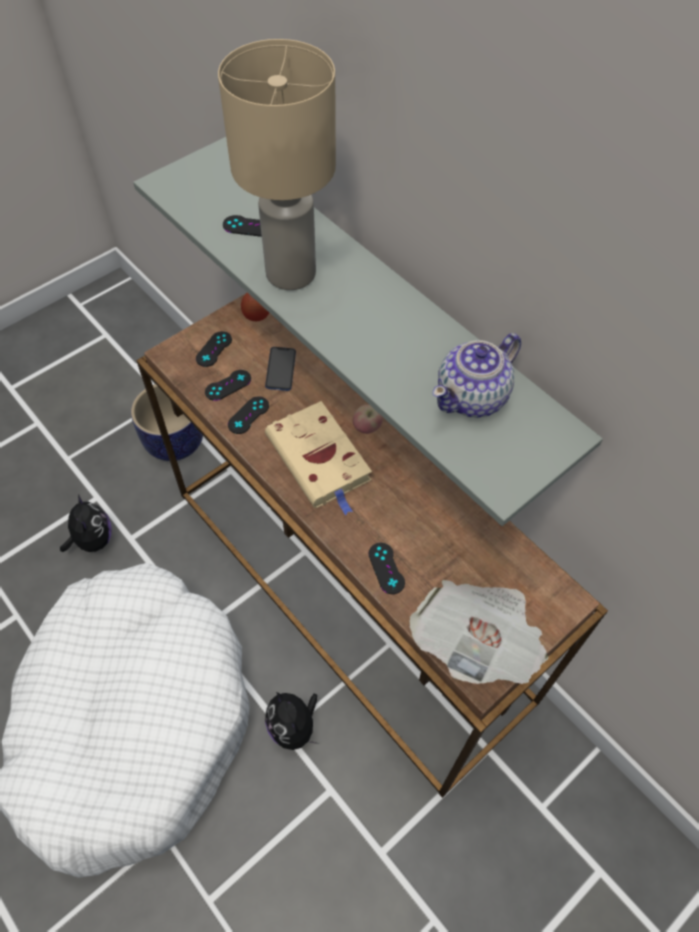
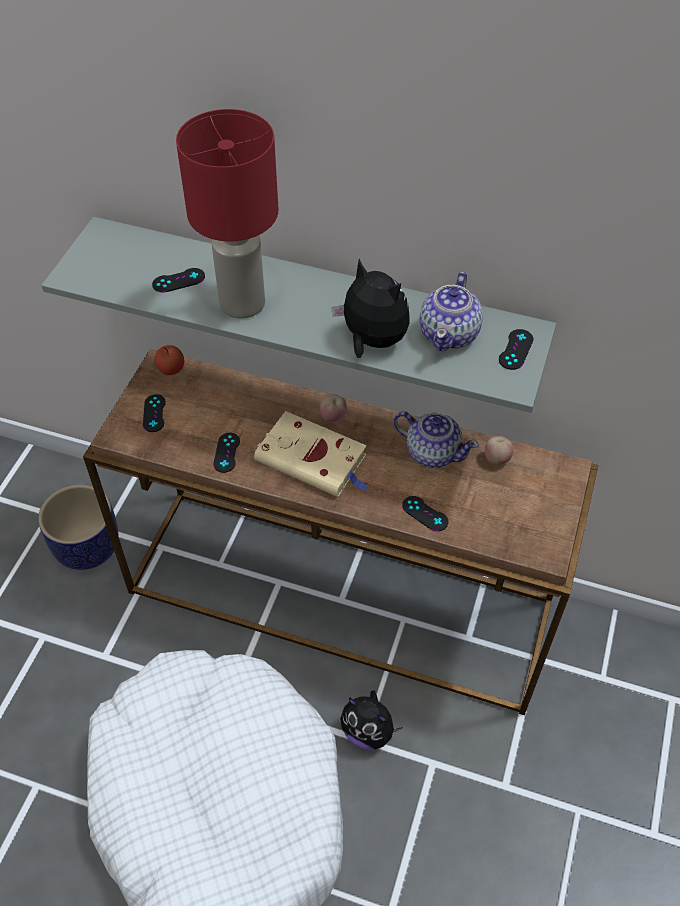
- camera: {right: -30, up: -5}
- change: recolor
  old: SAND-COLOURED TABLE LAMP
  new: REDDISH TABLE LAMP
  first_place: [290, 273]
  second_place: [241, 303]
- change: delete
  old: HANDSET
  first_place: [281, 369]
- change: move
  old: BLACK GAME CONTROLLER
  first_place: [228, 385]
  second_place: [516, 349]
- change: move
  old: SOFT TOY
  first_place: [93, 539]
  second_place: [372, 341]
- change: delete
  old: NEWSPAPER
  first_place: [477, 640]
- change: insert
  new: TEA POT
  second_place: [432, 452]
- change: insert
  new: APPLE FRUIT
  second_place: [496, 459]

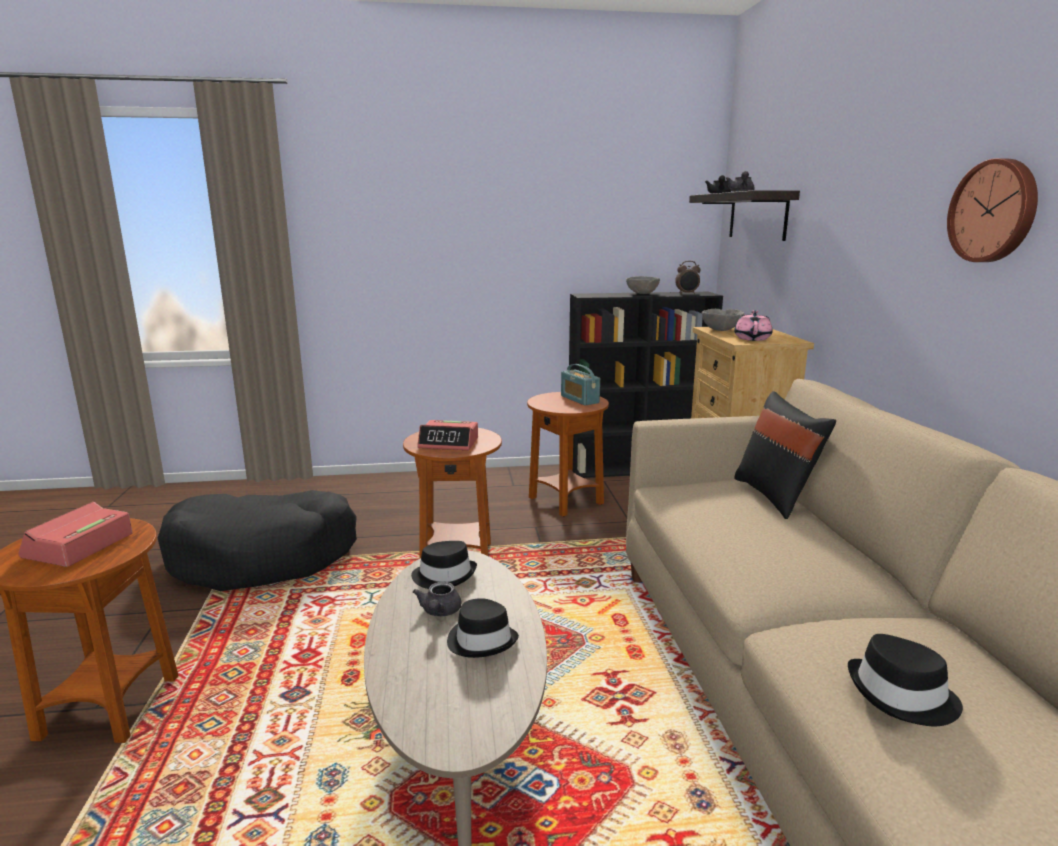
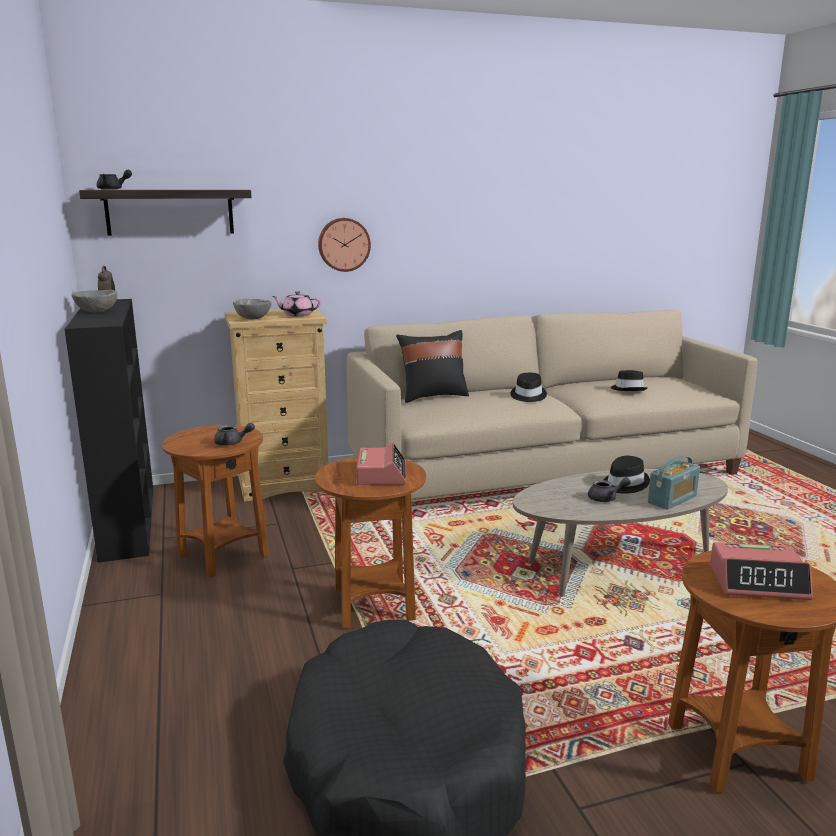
- camera: {right: -100, up: 0}
- change: move
  old: WALL CLOCK
  first_place: [994, 211]
  second_place: [343, 244]
- change: move
  old: GRAY TEA POT
  first_place: [741, 192]
  second_place: [232, 443]
- change: move
  old: RADIO
  first_place: [579, 399]
  second_place: [672, 499]
- change: move
  old: BLACK HAT
  first_place: [444, 575]
  second_place: [528, 396]

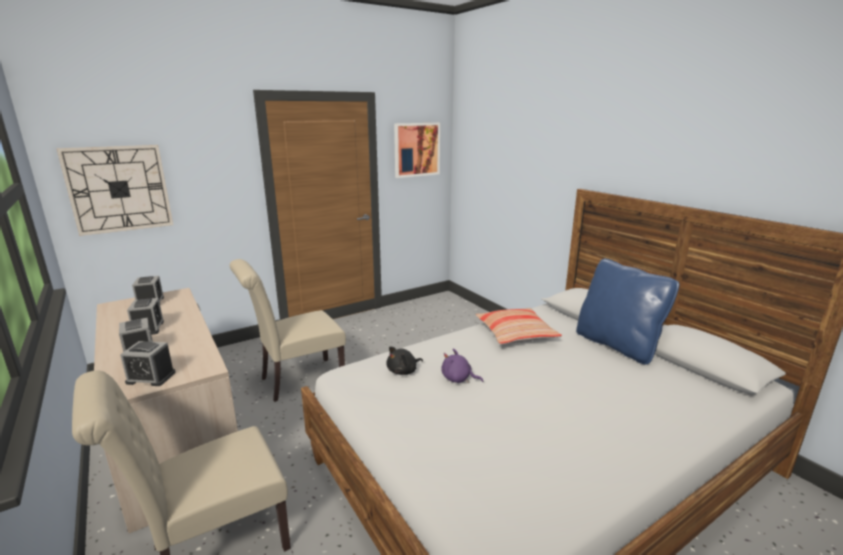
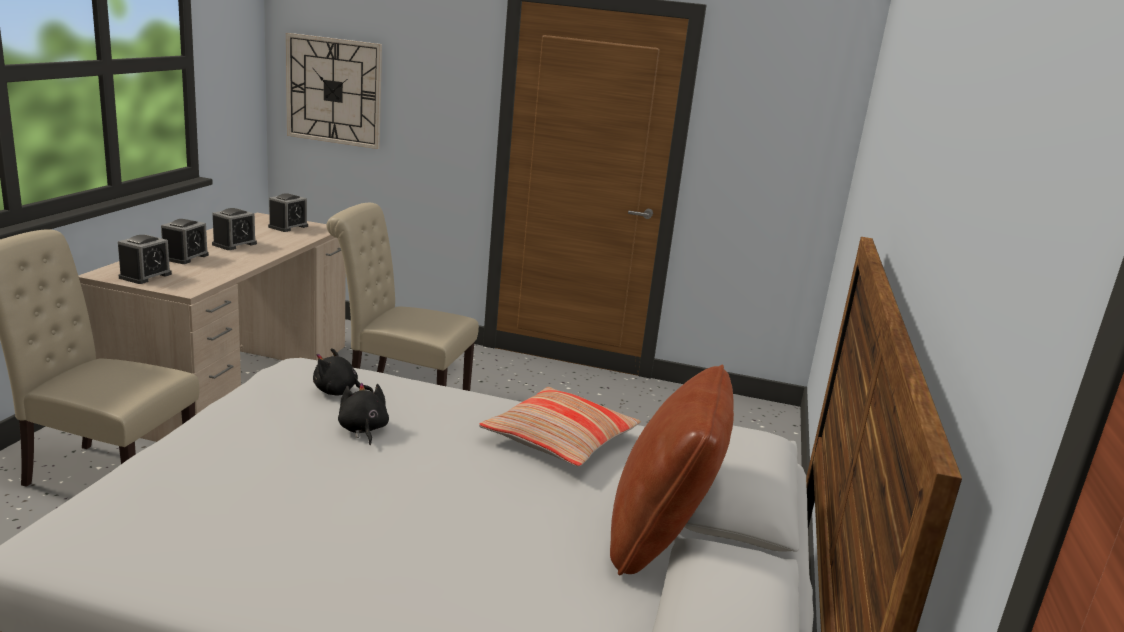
- camera: {right: 45, up: 0}
- change: delete
  old: WALL ART
  first_place: [416, 149]
- change: recolor
  old: BLUE-COLOURED THROW PILLOW
  new: BROWN THROW PILLOW
  first_place: [617, 345]
  second_place: [660, 537]
- change: rotate
  old: BEDSIDE CLOCK
  first_place: [151, 377]
  second_place: [145, 276]
  degrees: -120
- change: recolor
  old: PURPLE SOFT TOY
  new: BLACK SOFT TOY
  first_place: [458, 379]
  second_place: [363, 430]

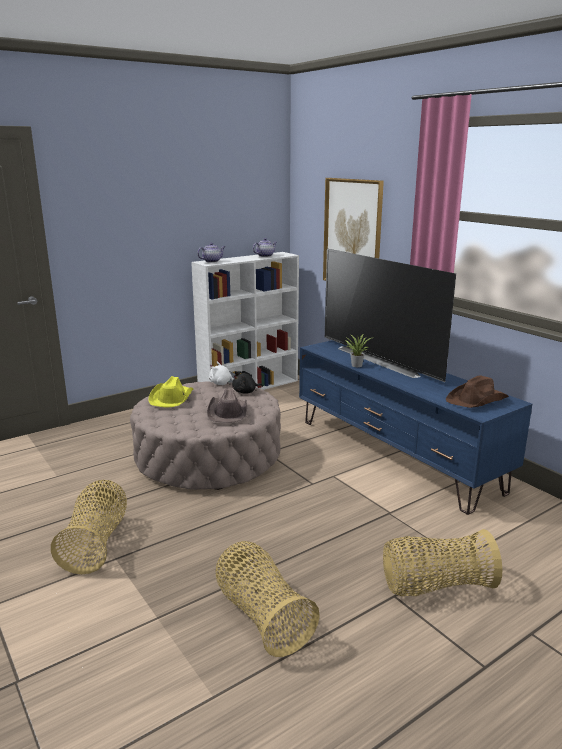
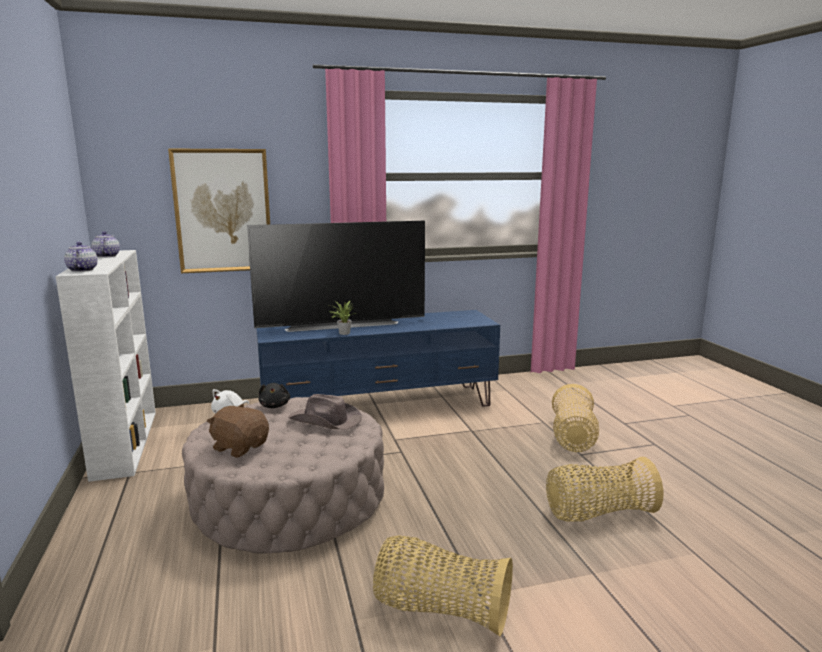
- camera: {right: -70, up: -5}
- change: delete
  old: BROWN HAT
  first_place: [477, 399]
- change: replace
  old: YELLOW-COLOURED HAT
  new: BROWN SOFT TOY
  first_place: [171, 398]
  second_place: [240, 447]

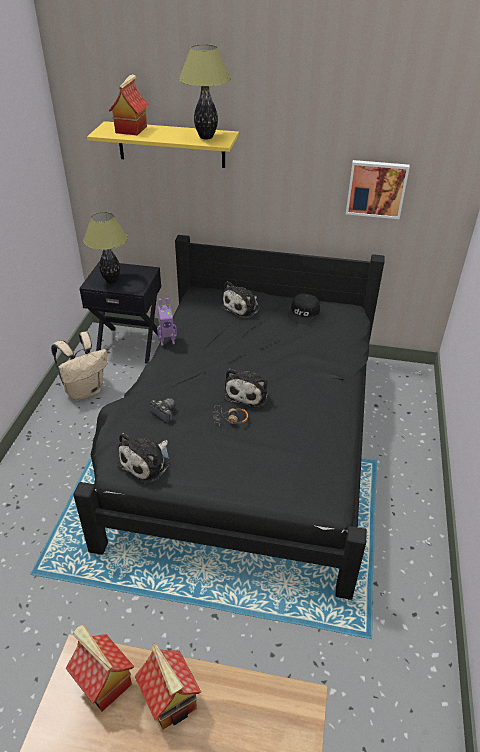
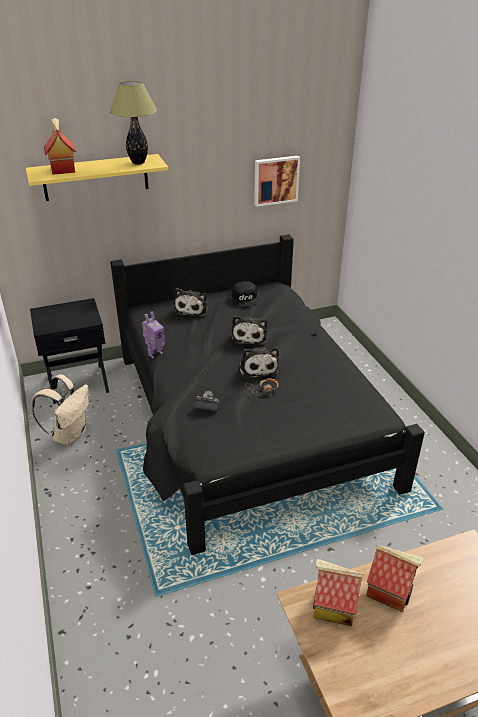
- camera: {right: -30, up: -5}
- change: delete
  old: TABLE LAMP
  first_place: [111, 281]
- change: move
  old: SOFT TOY
  first_place: [147, 462]
  second_place: [249, 336]

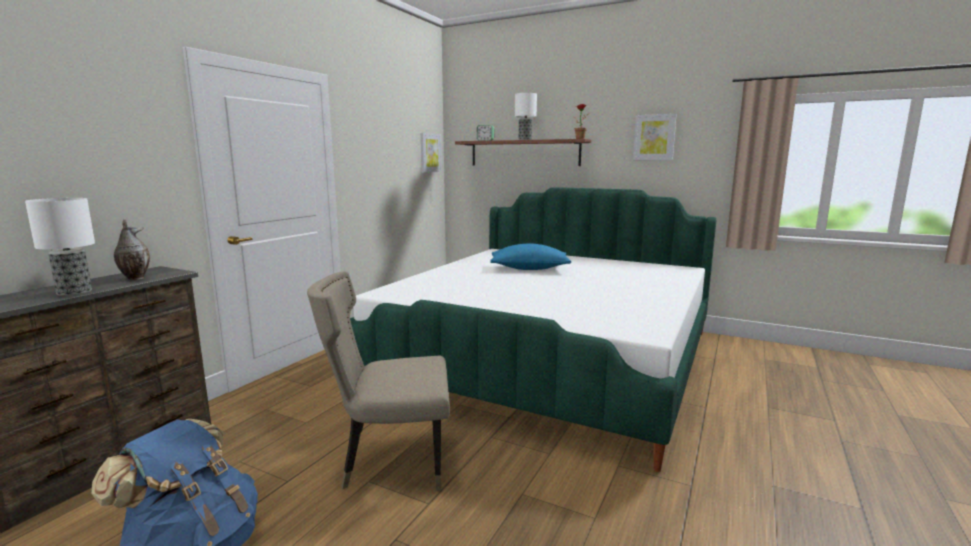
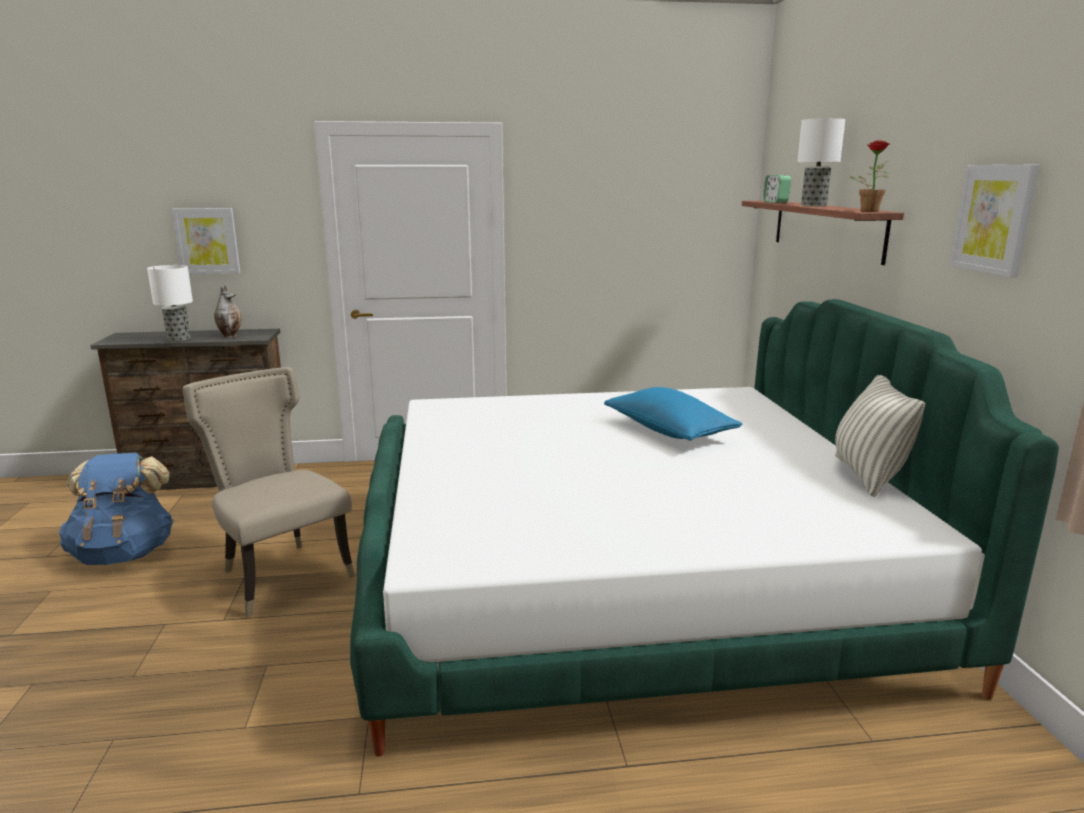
- camera: {right: 55, up: 5}
- change: move
  old: WALL ART
  first_place: [430, 153]
  second_place: [207, 241]
- change: insert
  new: THROW PILLOW
  second_place: [867, 476]

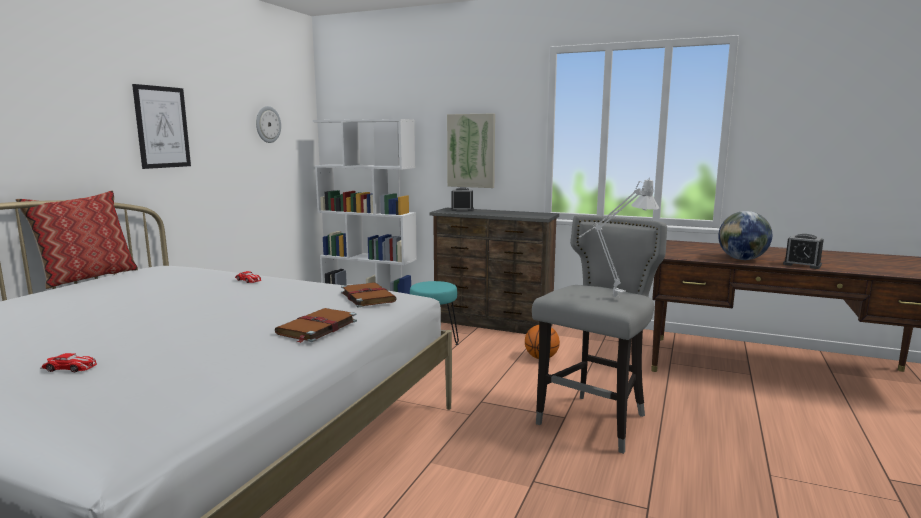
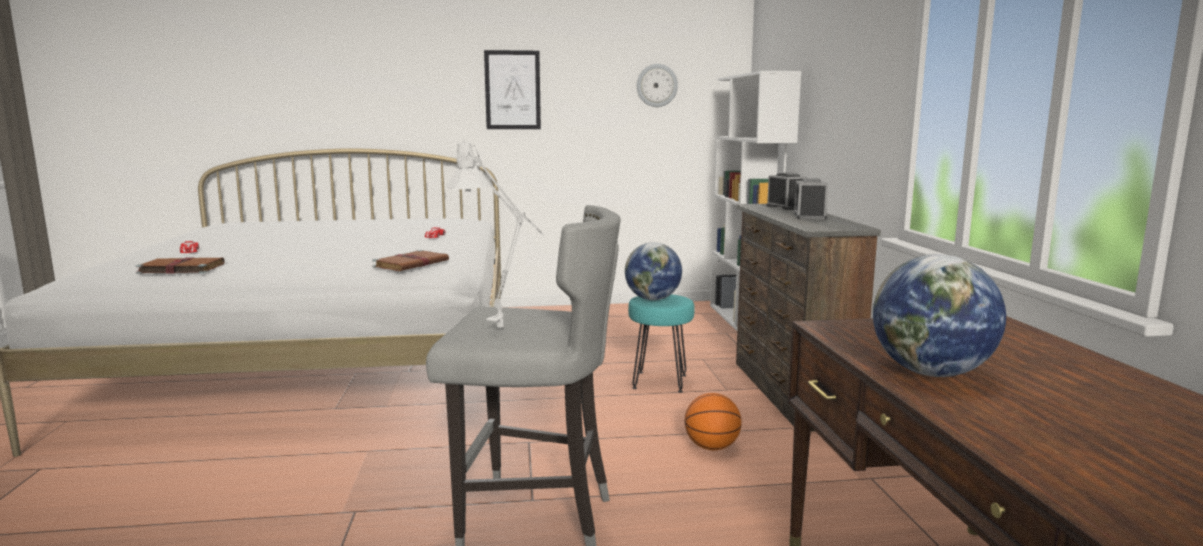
- camera: {right: 60, up: 0}
- change: delete
  old: WALL ART
  first_place: [471, 150]
- change: delete
  old: THROW PILLOW
  first_place: [87, 277]
- change: move
  old: BEDSIDE CLOCK
  first_place: [802, 265]
  second_place: [809, 216]
- change: move
  old: BROWN BOOK
  first_place: [316, 328]
  second_place: [180, 269]
- change: insert
  new: GLOBE
  second_place: [652, 299]

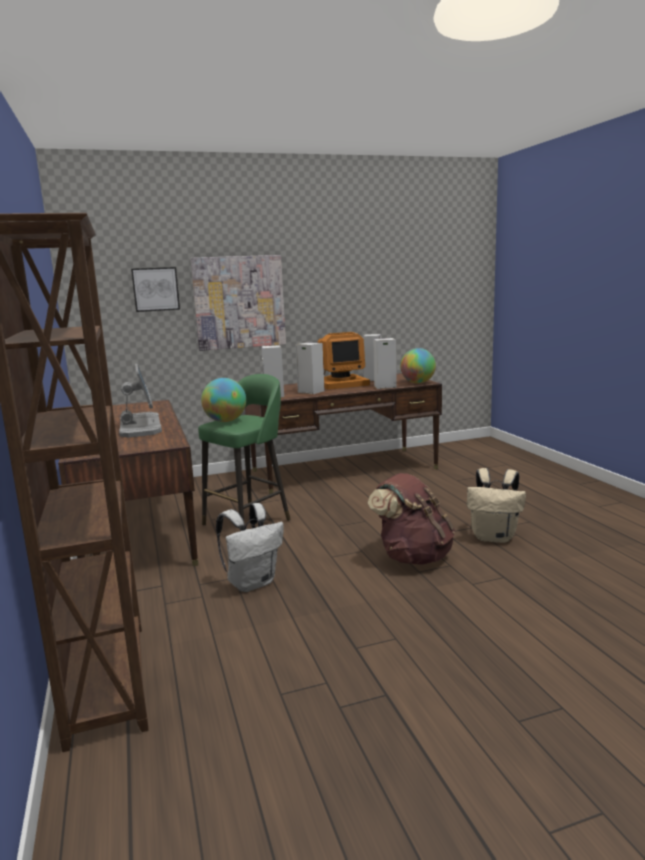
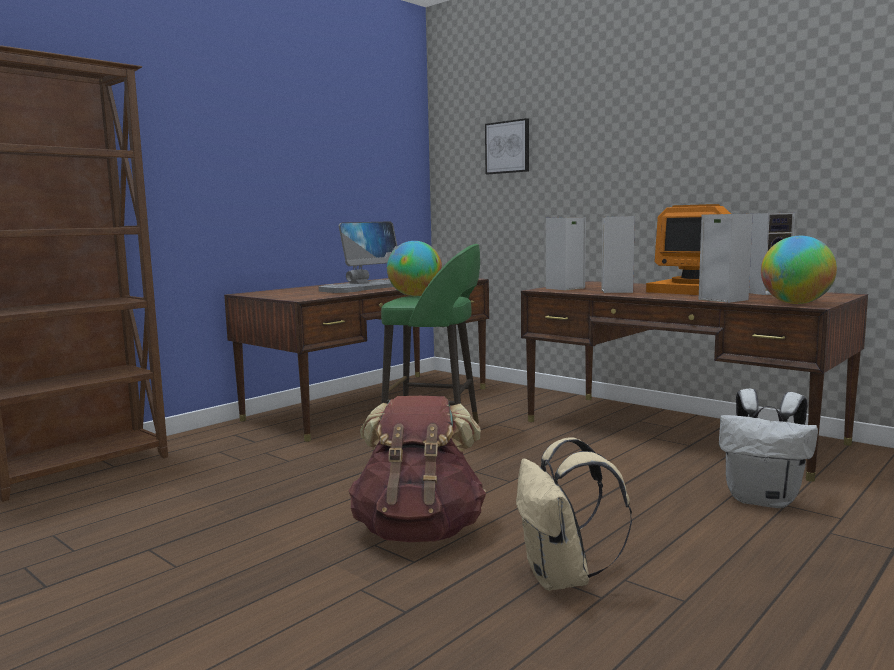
- camera: {right: 60, up: -5}
- change: delete
  old: WALL ART
  first_place: [239, 302]
- change: move
  old: WHITE-COLOURED KNAPSACK
  first_place: [252, 583]
  second_place: [764, 500]

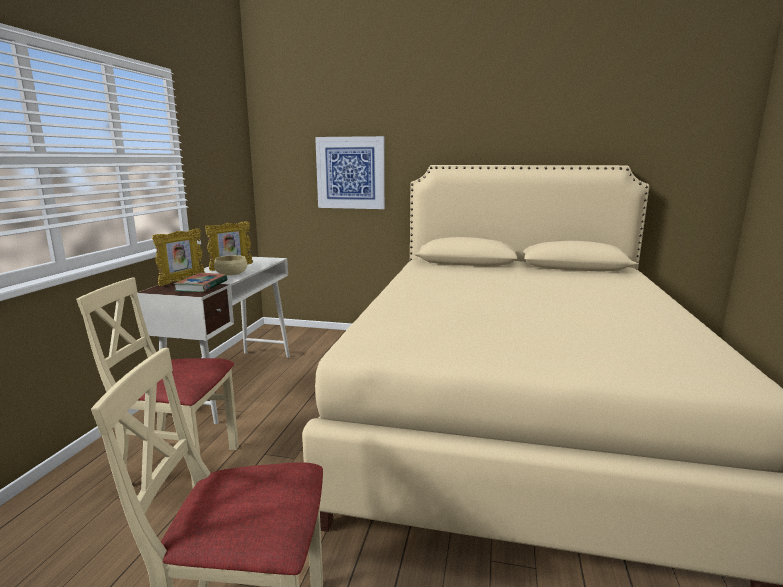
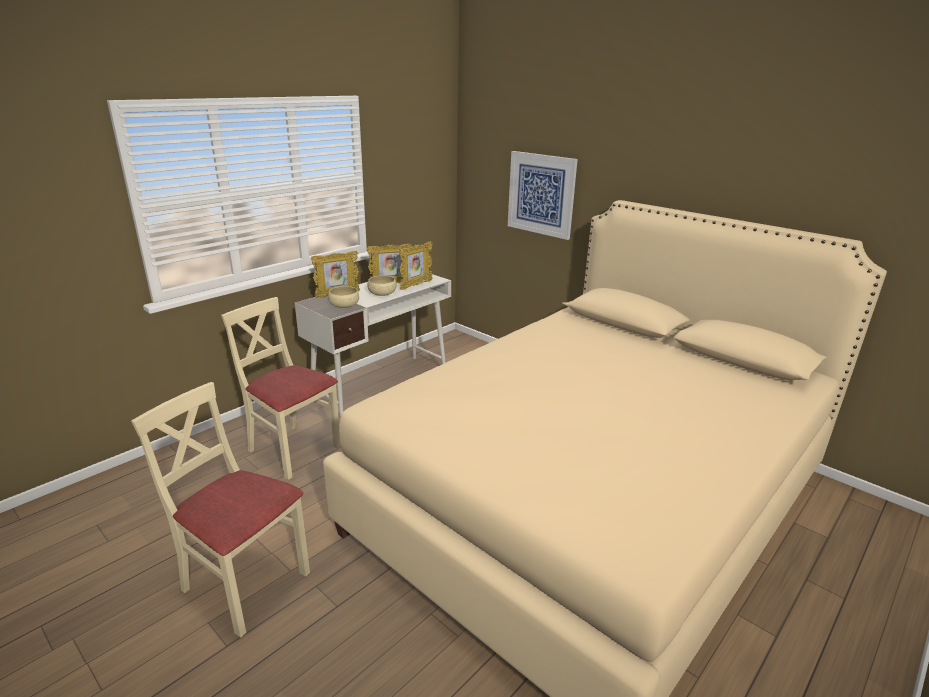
- camera: {right: 30, up: 10}
- change: replace
  old: BOOK
  new: SAND-COLOURED DEEP DISH
  first_place: [201, 286]
  second_place: [344, 305]
- change: insert
  new: PICTURE FRAME
  second_place: [416, 285]

